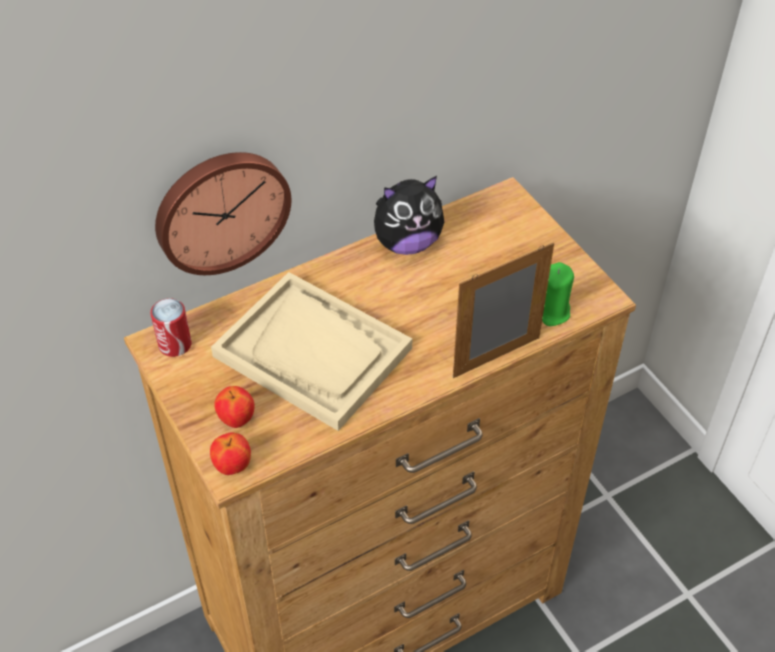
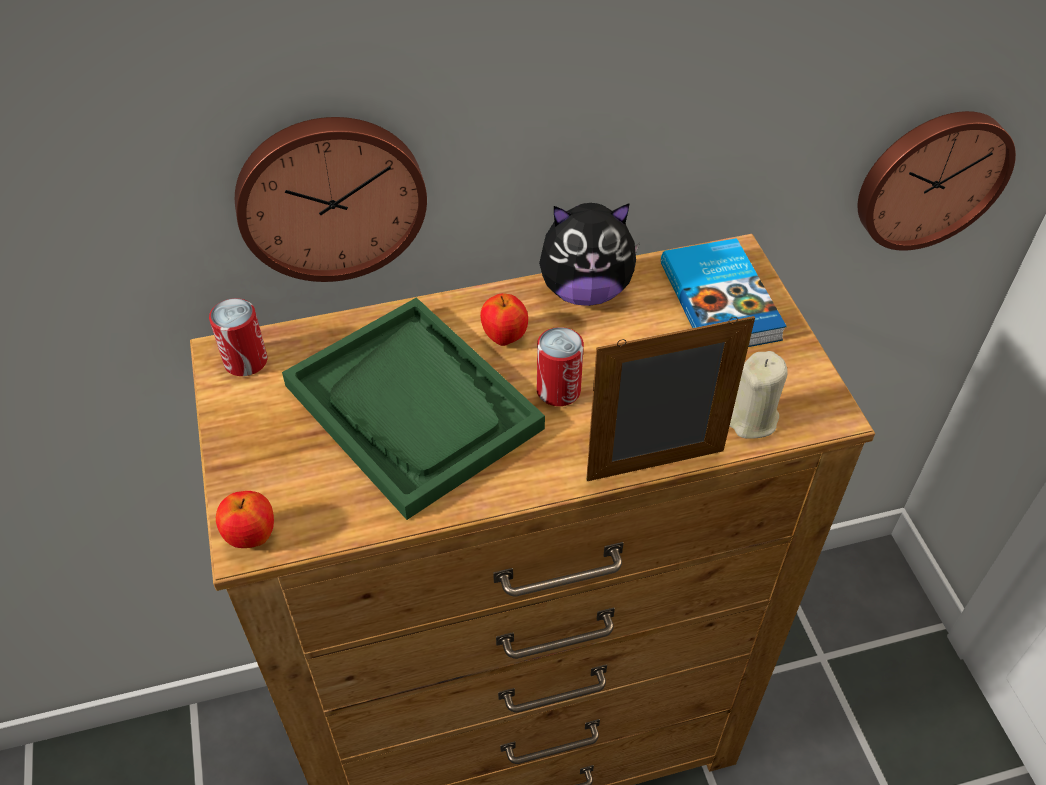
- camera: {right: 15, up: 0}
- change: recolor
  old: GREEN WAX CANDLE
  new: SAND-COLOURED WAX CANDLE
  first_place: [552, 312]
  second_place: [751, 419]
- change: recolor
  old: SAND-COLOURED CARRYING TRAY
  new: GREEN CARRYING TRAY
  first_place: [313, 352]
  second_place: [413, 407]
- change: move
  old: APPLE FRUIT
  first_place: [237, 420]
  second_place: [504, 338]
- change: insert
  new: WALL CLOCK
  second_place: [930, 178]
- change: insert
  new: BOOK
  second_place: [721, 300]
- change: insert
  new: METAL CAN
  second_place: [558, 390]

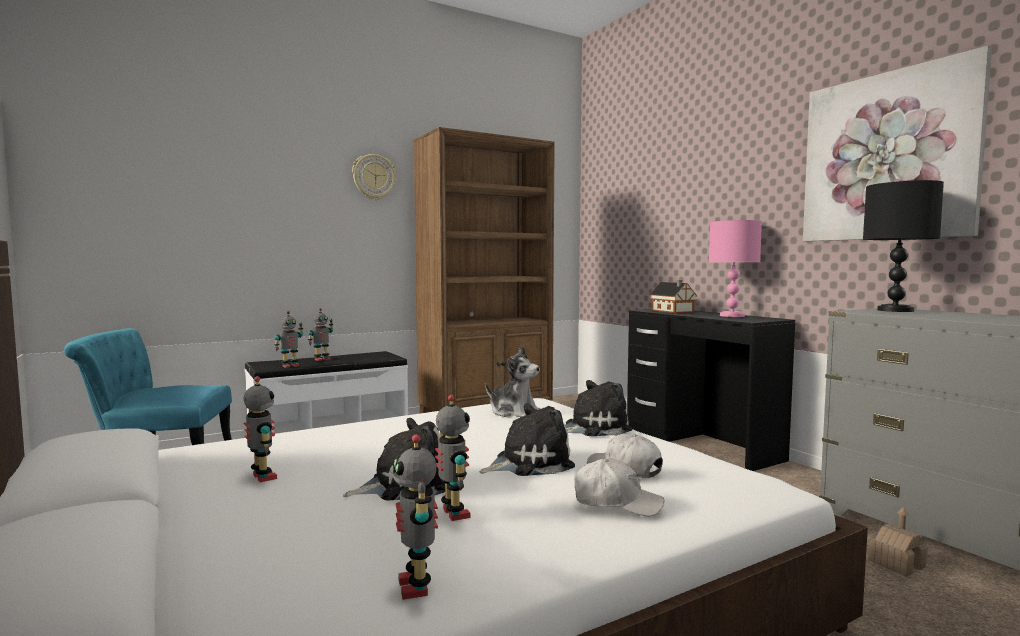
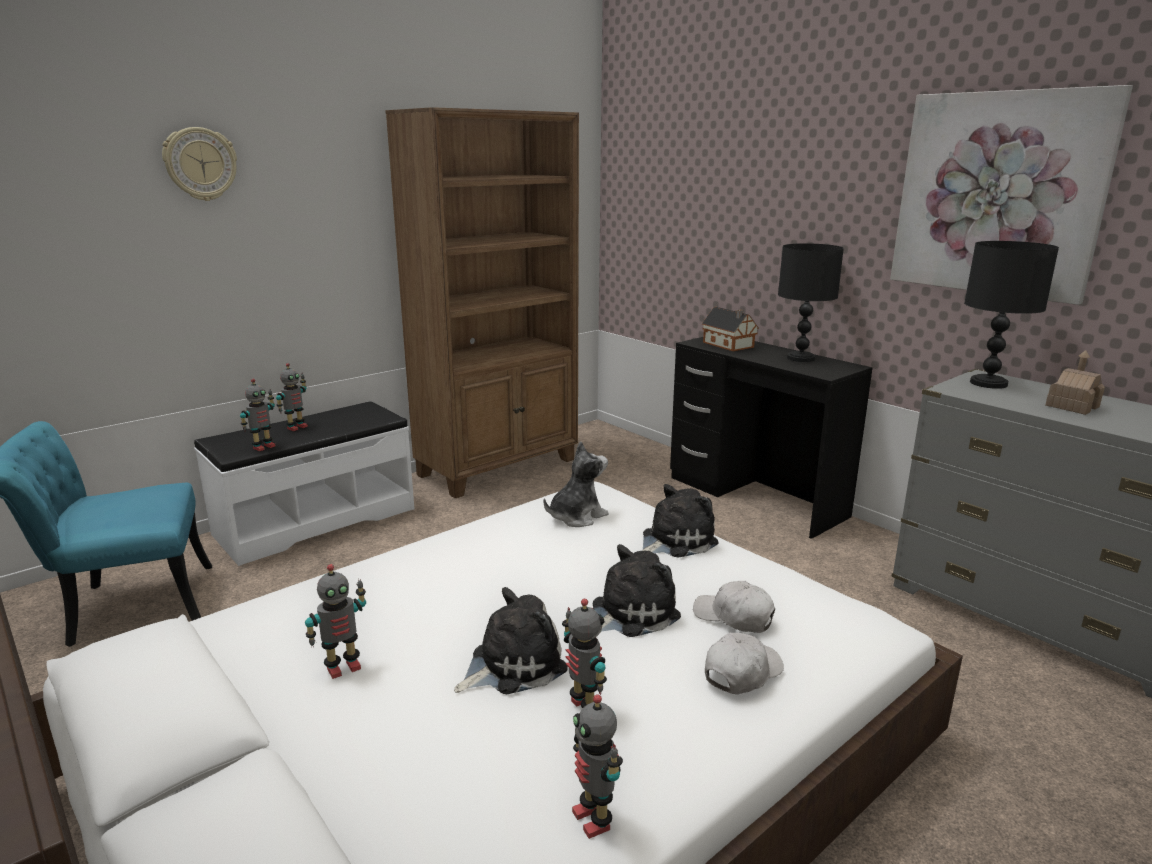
- camera: {right: -10, up: 15}
- change: move
  old: WALL CLOCK
  first_place: [374, 177]
  second_place: [200, 164]
- change: recolor
  old: PINKISH TABLE LAMP
  new: BLACK TABLE LAMP
  first_place: [732, 316]
  second_place: [801, 358]
- change: rotate
  old: SOFT TOY
  first_place: [514, 412]
  second_place: [576, 516]
  degrees: -60
- change: rotate
  old: MODEL ROBOT
  first_place: [262, 477]
  second_place: [343, 667]
  degrees: 105
- change: rotate
  old: WHITE-COLOURED BASEBALL CAP
  first_place: [616, 502]
  second_place: [742, 672]
  degrees: -45
- change: move
  old: MINIATURE HOUSE
  first_place: [896, 563]
  second_place: [1072, 406]

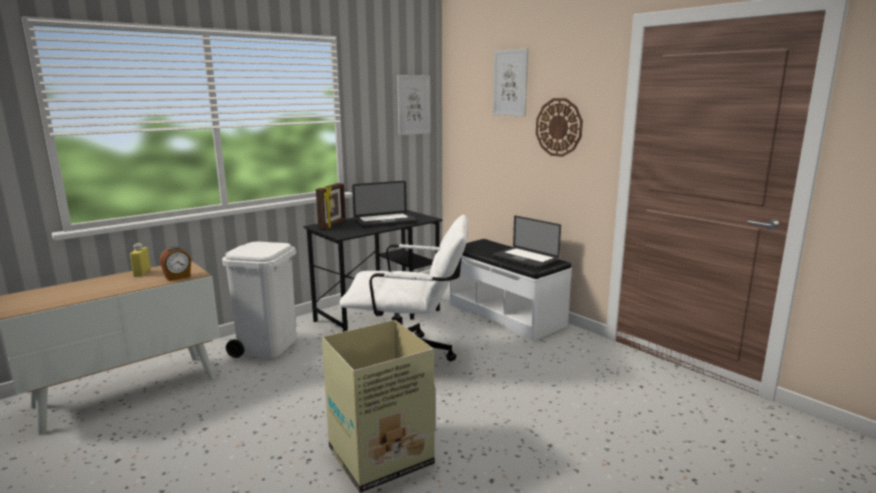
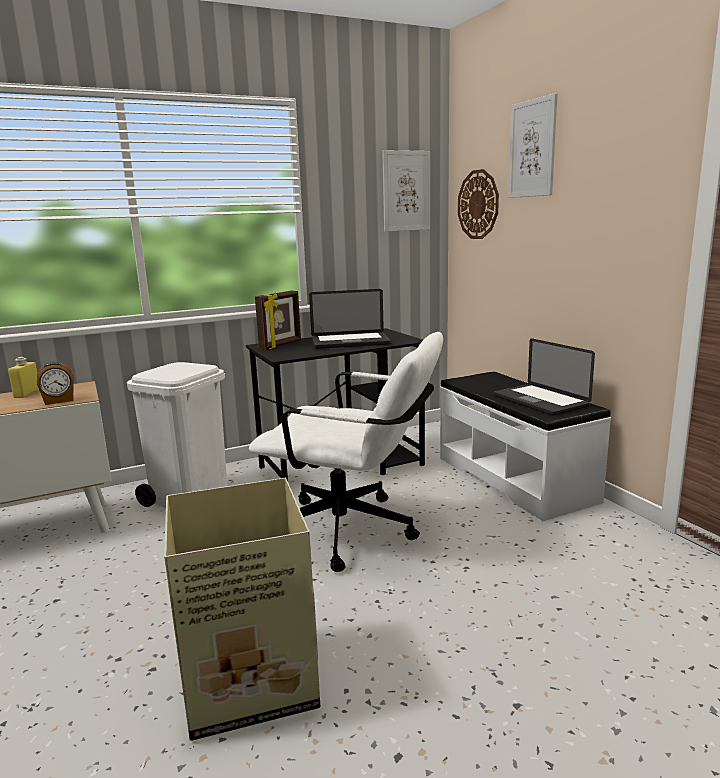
- camera: {right: 15, up: 0}
- change: move
  old: WALL CLOCK
  first_place: [559, 127]
  second_place: [478, 204]

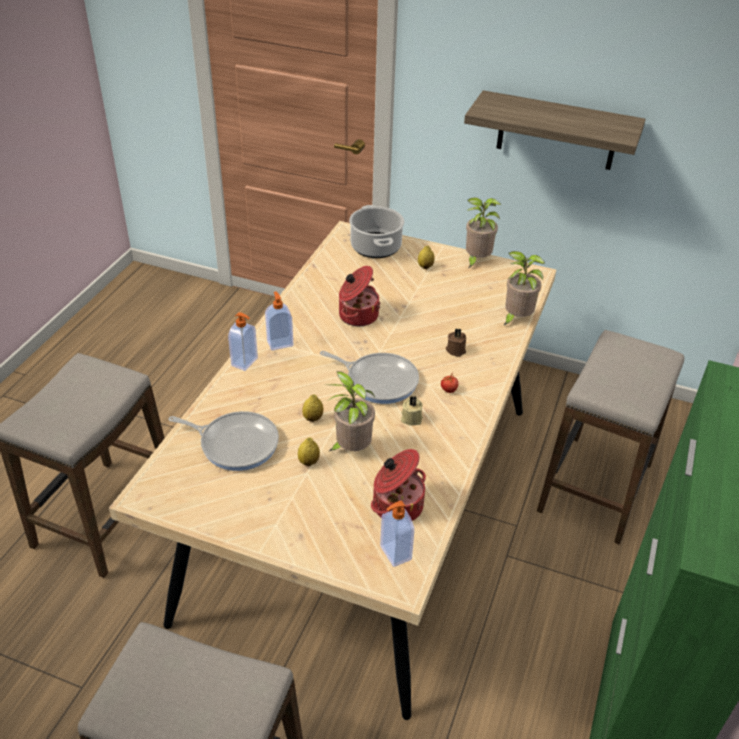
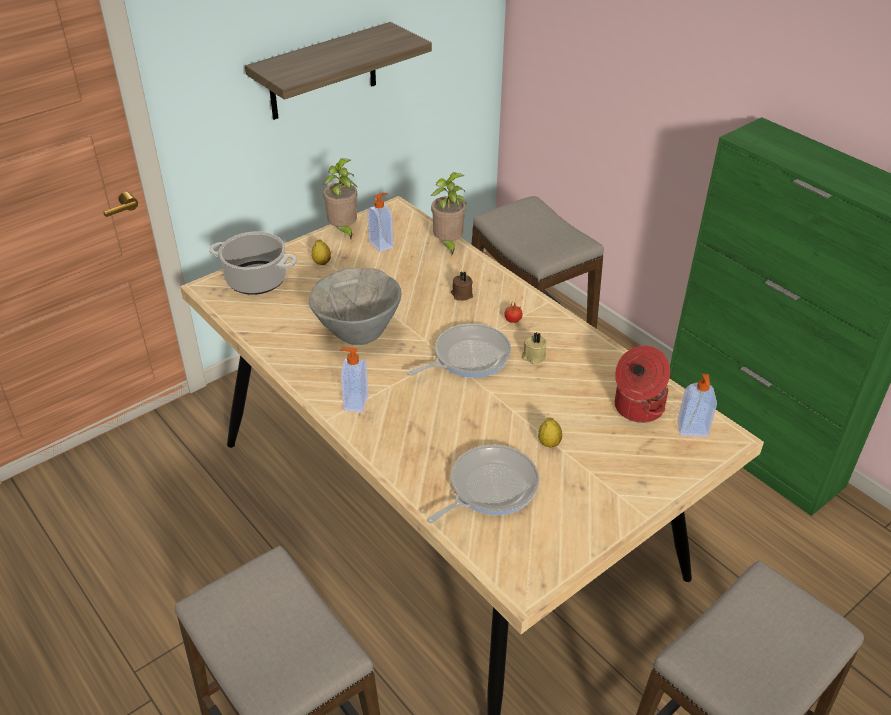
- camera: {right: -60, up: 0}
- change: replace
  old: COOKING POT
  new: GRAY DEEP DISH
  first_place: [357, 315]
  second_place: [357, 334]
- change: move
  old: SOAP BOTTLE
  first_place: [245, 362]
  second_place: [381, 244]
- change: delete
  old: POTTED PLANT
  first_place: [351, 449]
- change: delete
  old: LEMON
  first_place: [313, 418]

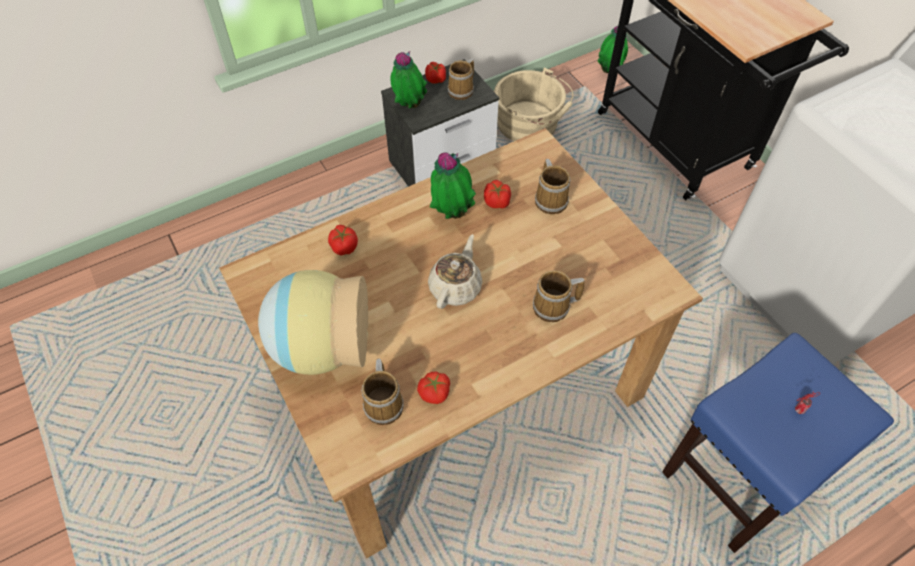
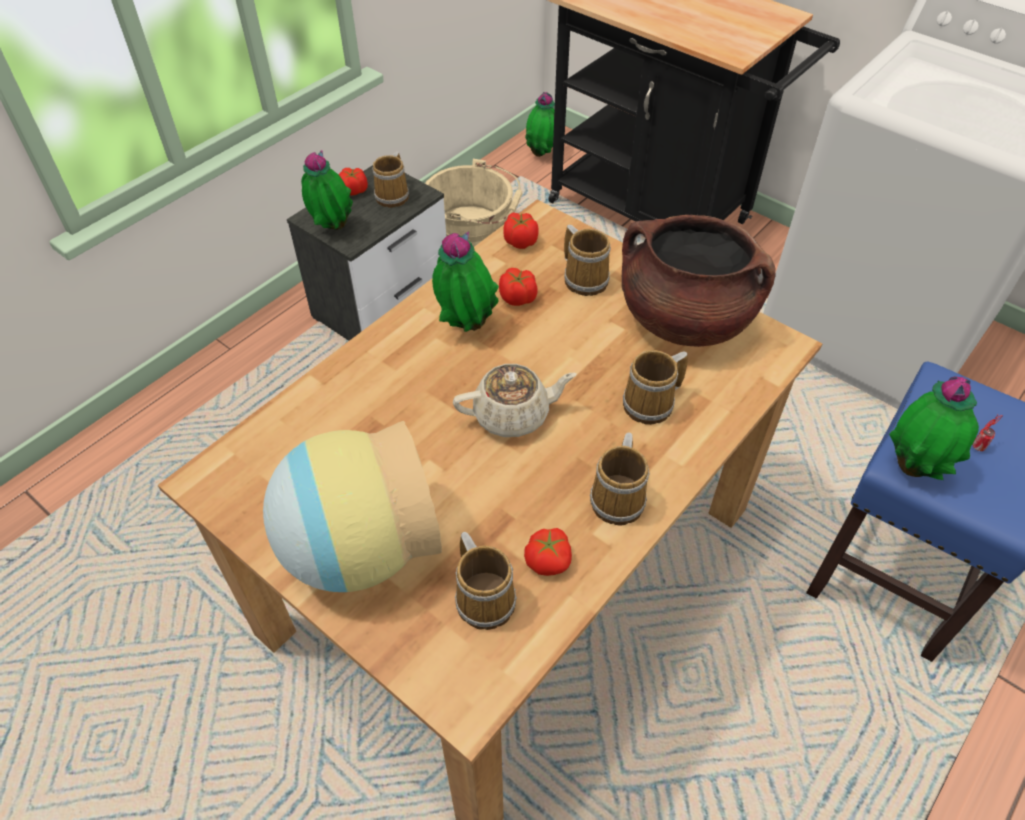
- camera: {right: -20, up: -5}
- change: move
  old: WHOLE TOMATO
  first_place: [344, 247]
  second_place: [520, 241]
- change: rotate
  old: SAND-COLOURED TEA POT
  first_place: [456, 287]
  second_place: [513, 415]
  degrees: 75
- change: insert
  new: BROWN COOKING POT
  second_place: [684, 320]
- change: insert
  new: POTTED PLANT
  second_place: [914, 467]
- change: insert
  new: MUG
  second_place: [620, 498]

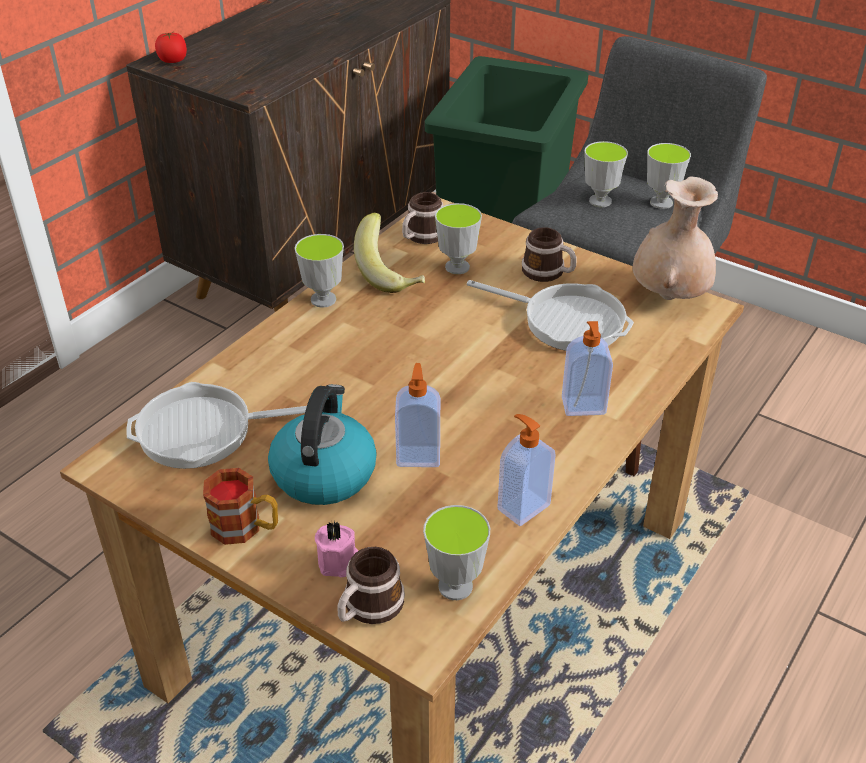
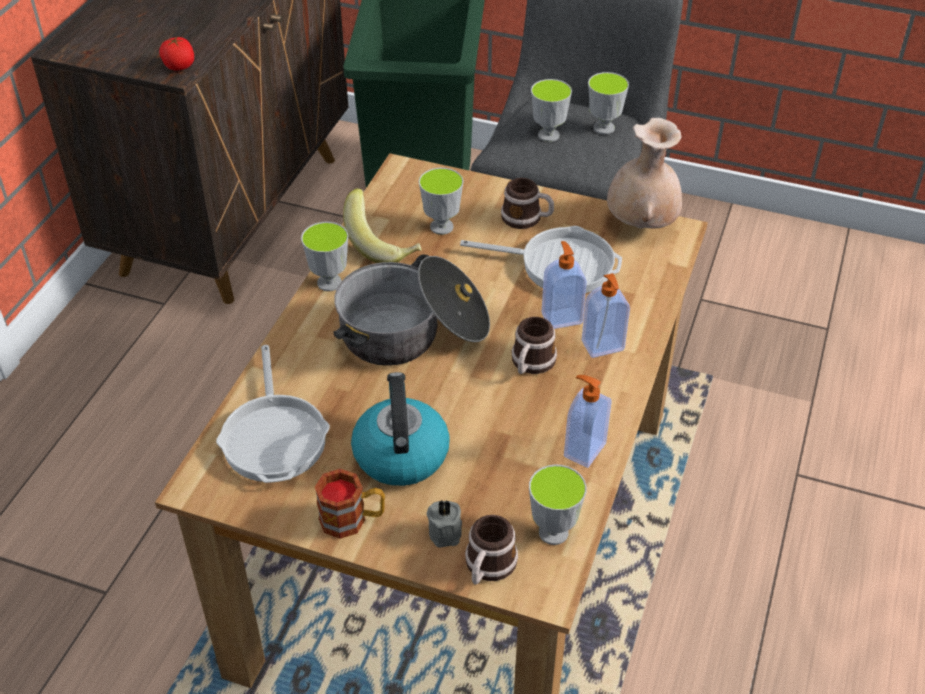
- camera: {right: -15, up: 5}
- change: move
  old: WHOLE TOMATO
  first_place: [173, 61]
  second_place: [179, 67]
- change: move
  old: MUG
  first_place: [421, 237]
  second_place: [531, 364]
- change: move
  old: SOAP BOTTLE
  first_place: [418, 455]
  second_place: [561, 317]
- change: rotate
  old: PAN
  first_place: [204, 431]
  second_place: [274, 436]
  degrees: -75
- change: recolor
  old: PINKISH WAX CANDLE
  new: GRAY WAX CANDLE
  first_place: [339, 561]
  second_place: [446, 532]
- change: insert
  new: COOKING POT
  second_place: [413, 333]

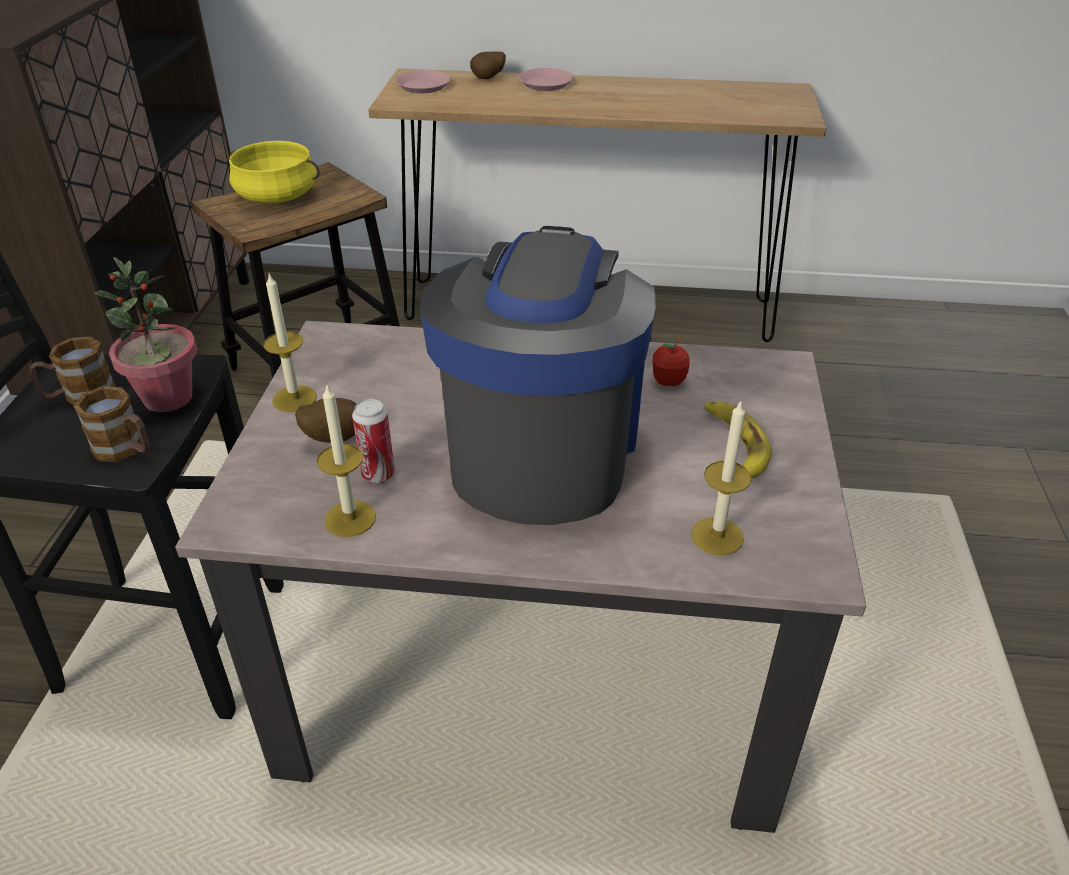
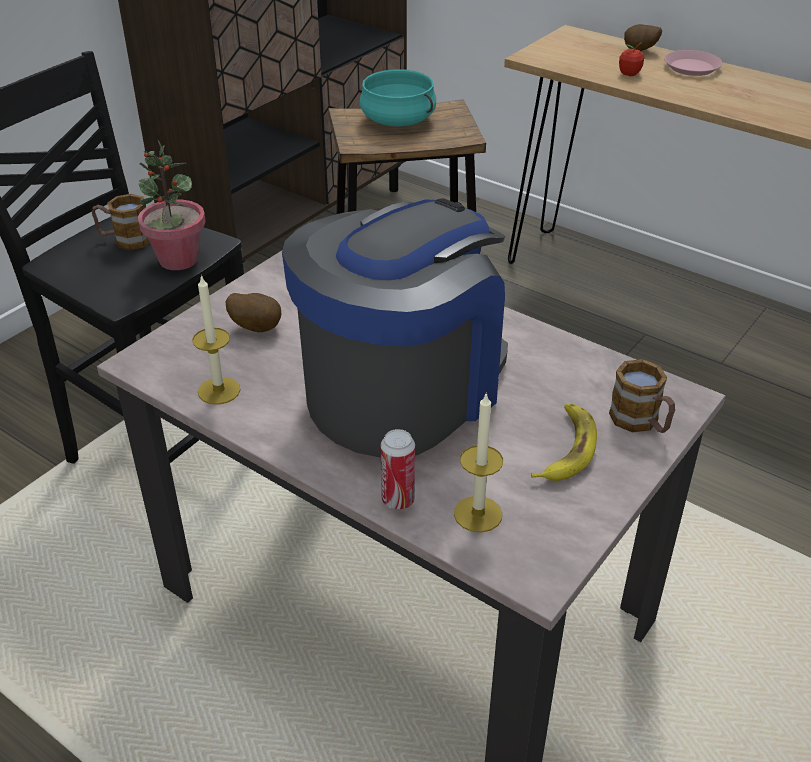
- camera: {right: 30, up: 0}
- change: delete
  old: PINKISH DINNER PLATE
  first_place: [424, 86]
- change: recolor
  old: YELLOW-COLOURED COOKING POT
  new: TURQUOISE COOKING POT
  first_place: [277, 196]
  second_place: [398, 120]
- change: delete
  old: WAX CANDLE
  first_place: [294, 399]
- change: move
  old: APPLE FRUIT
  first_place: [668, 381]
  second_place: [629, 74]
- change: move
  old: MUG
  first_place: [126, 449]
  second_place: [641, 422]
- change: move
  old: METAL CAN
  first_place: [378, 474]
  second_place: [398, 500]

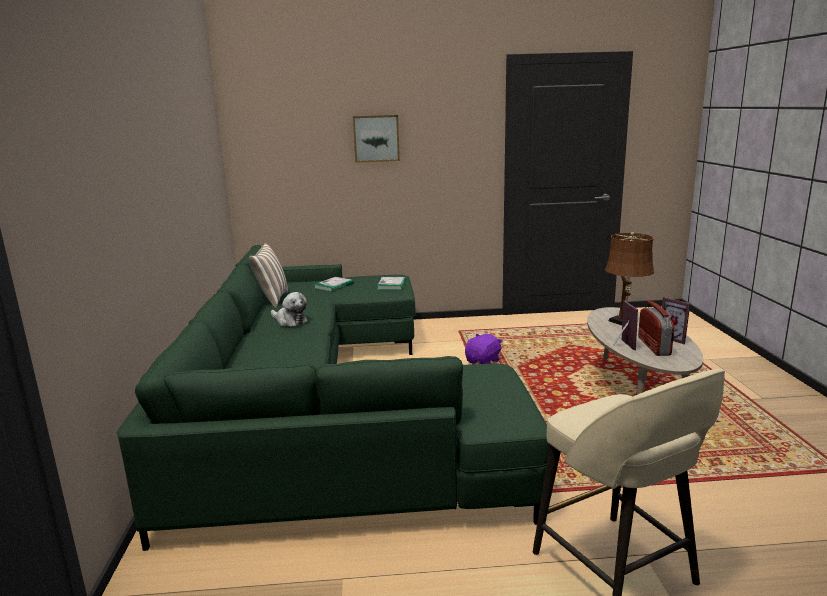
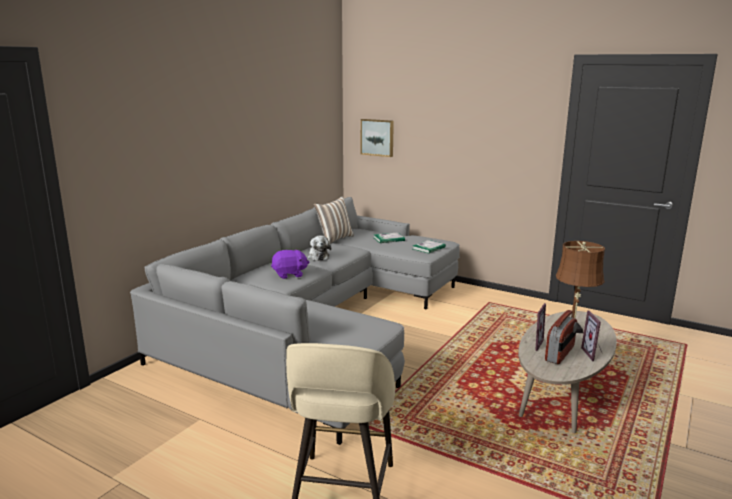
- camera: {right: 35, up: 0}
- change: move
  old: WALL ART
  first_place: [376, 138]
  second_place: [377, 137]
- change: recolor
  old: GREEN COUCH
  new: GRAY COUCH
  first_place: [320, 408]
  second_place: [317, 324]
- change: move
  old: PURPLE SOFT TOY
  first_place: [483, 361]
  second_place: [289, 274]

